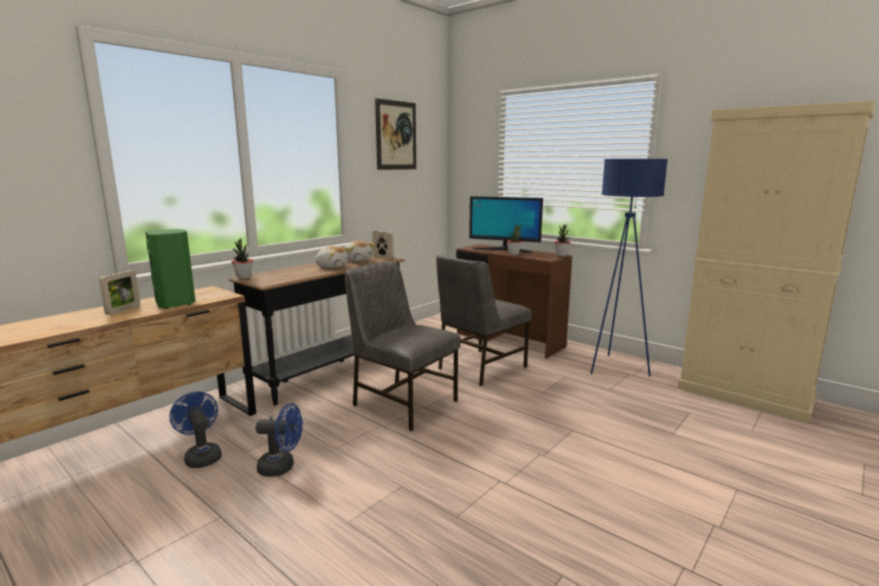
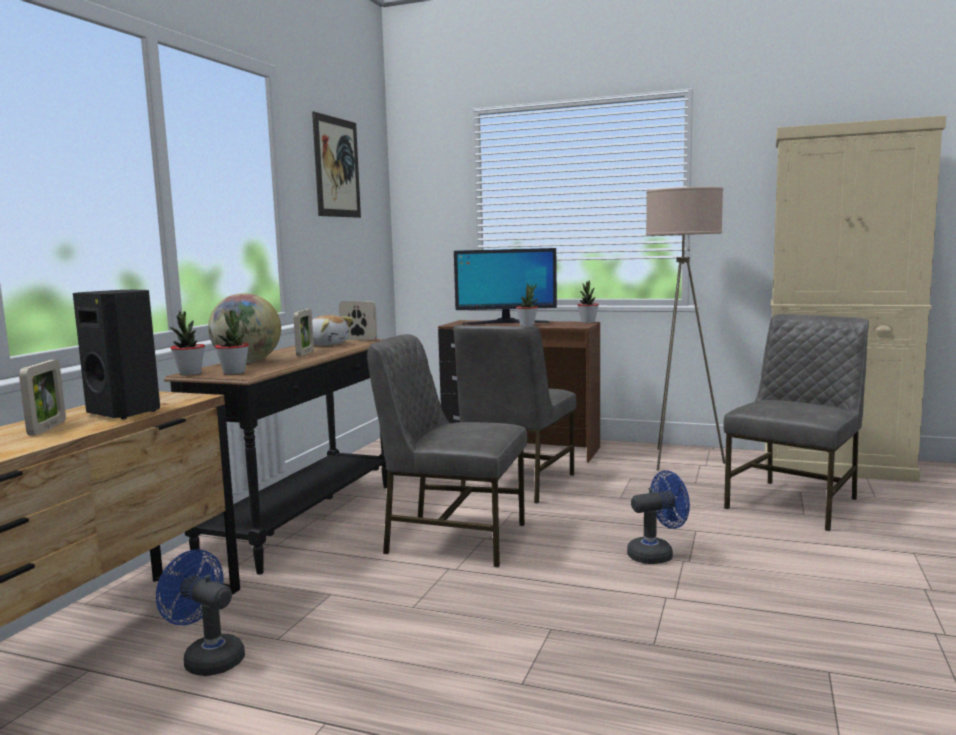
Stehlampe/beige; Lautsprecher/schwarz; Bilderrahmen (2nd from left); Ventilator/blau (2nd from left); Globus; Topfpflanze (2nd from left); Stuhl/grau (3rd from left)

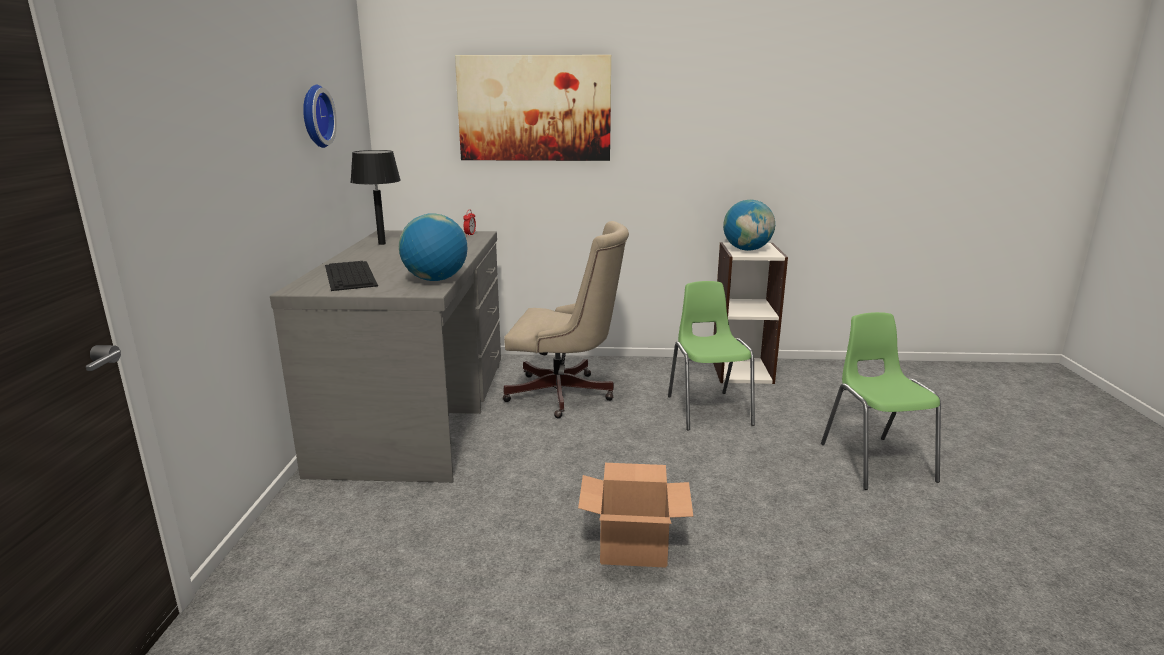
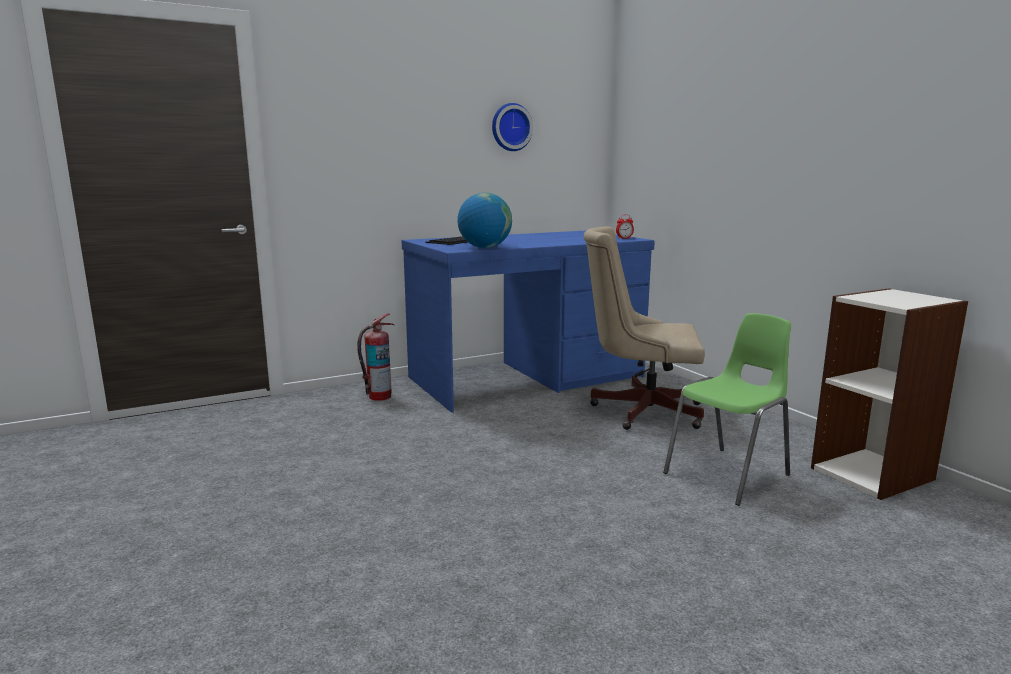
Bild; Tischlampe/schwarz; Globus (2nd from left in the first image); Bürostuhl/beige; Schreibtisch/blau; Stuhl/grün (2nd from left in the first image); Karton; Feuerlöscher

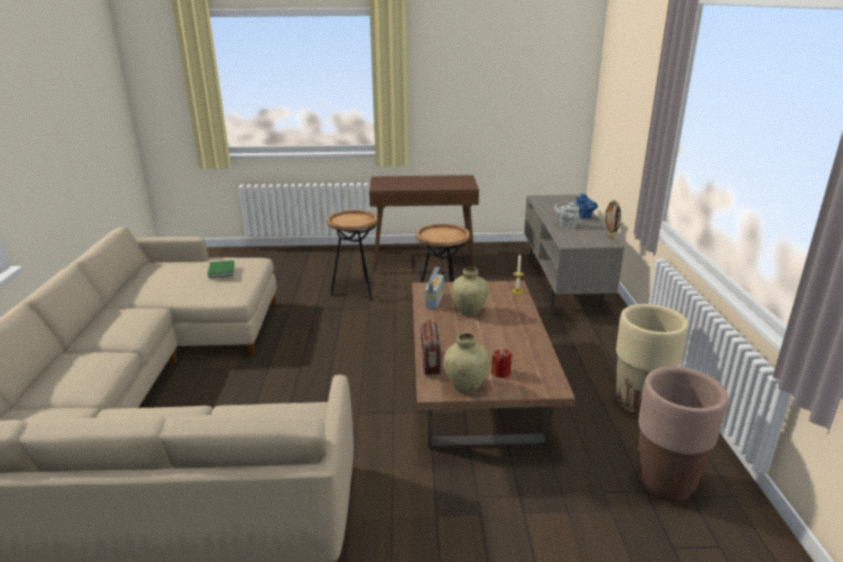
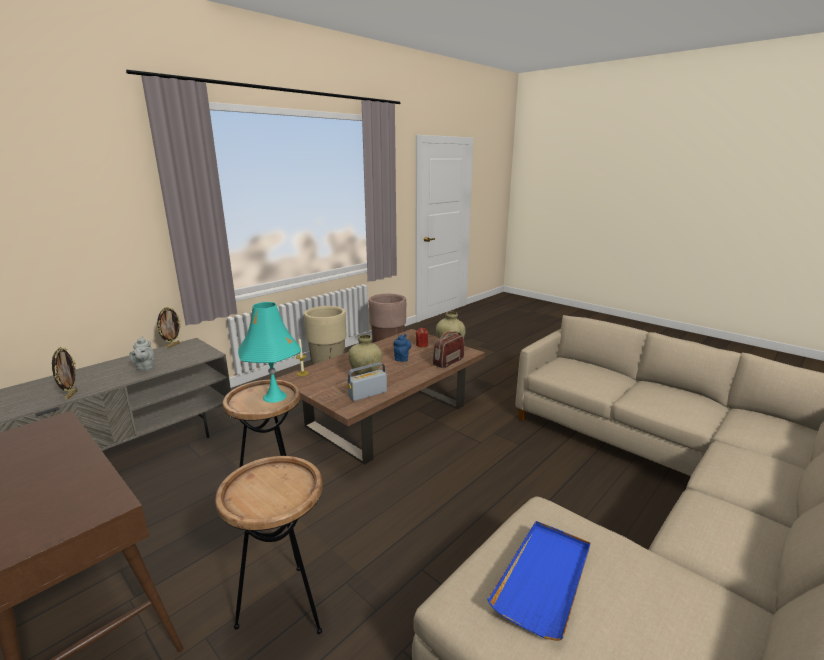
Teekanne/blau; Tablett/blau; Tischlampe/türkis; Bilderrahmen (1st from left)

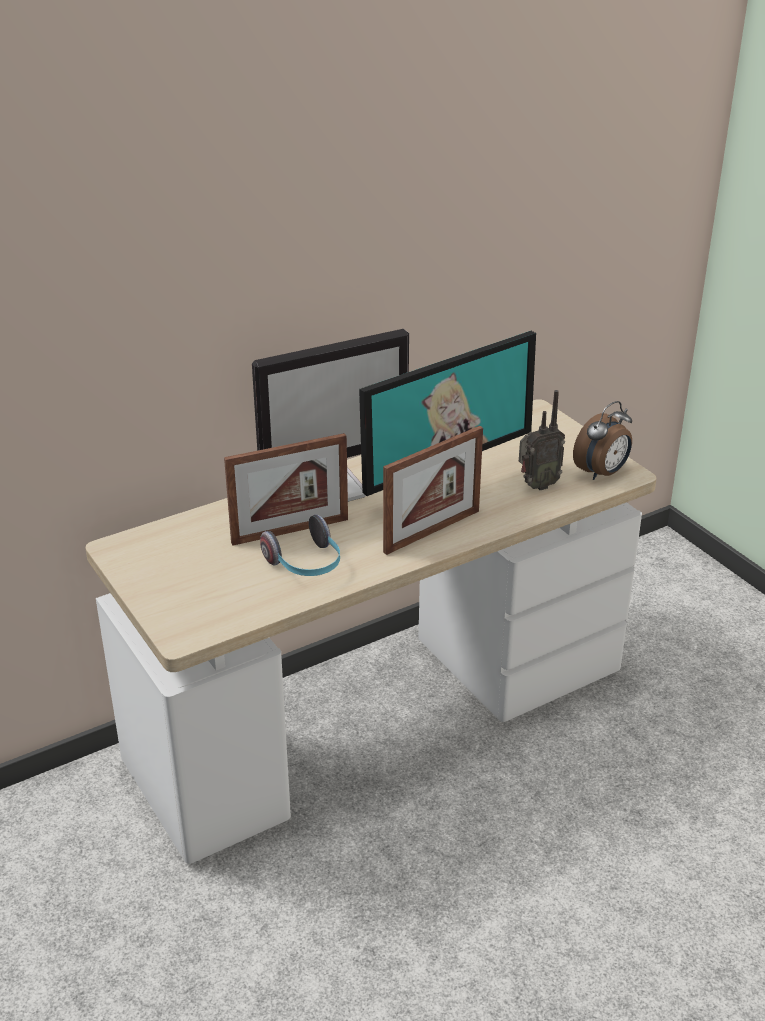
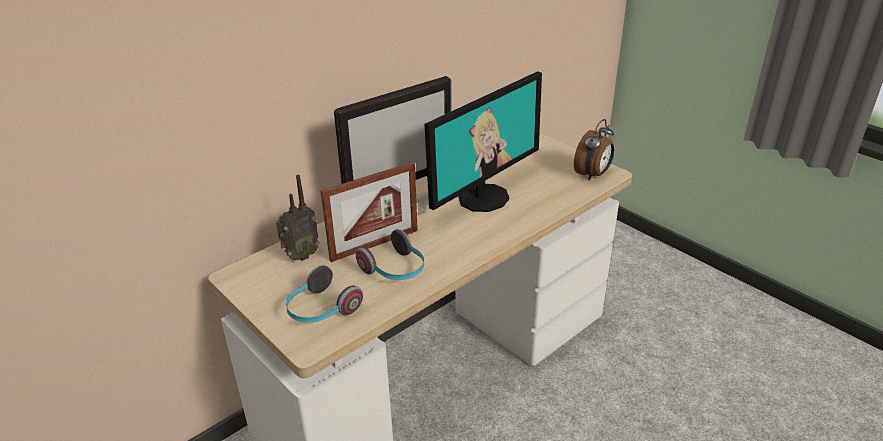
Radio; Bilderrahmen (2nd from left in the first image); Kopfhörer (1st from left)

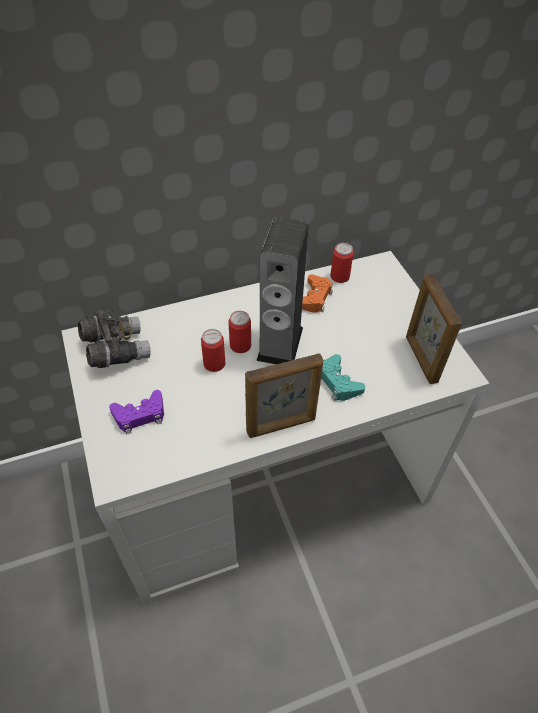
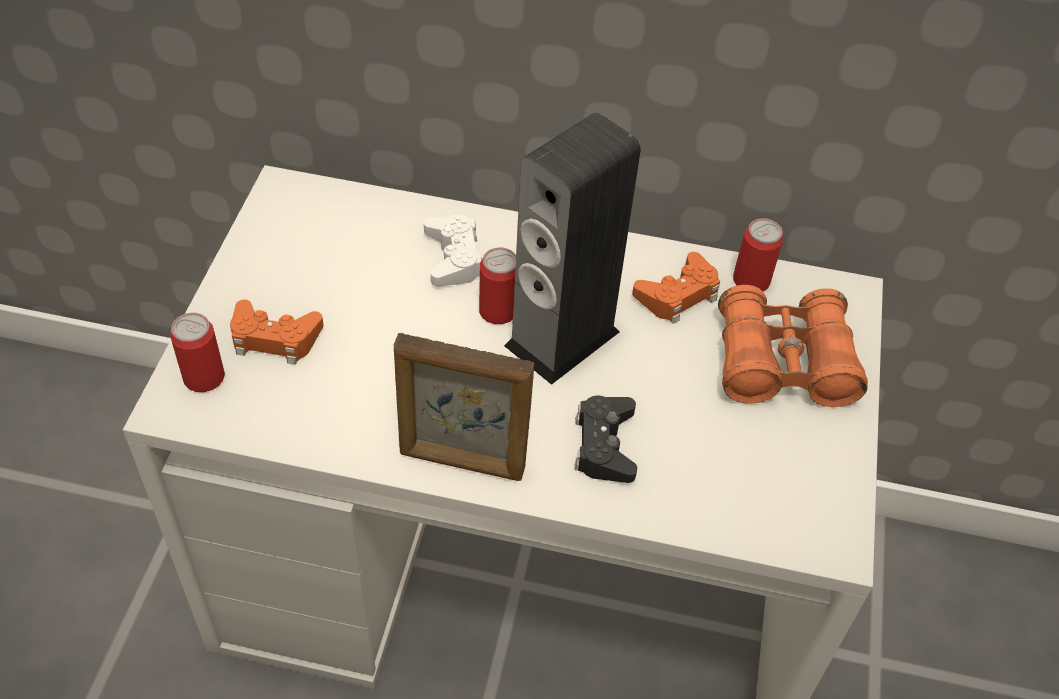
Bilderrahmen (2nd from left in the first image); Fernglas/grau; Dose (1st from left); Gamepad/schwarz; Gamepad/orange (1st from left); Gamepad/weiß; Fernglas/orange

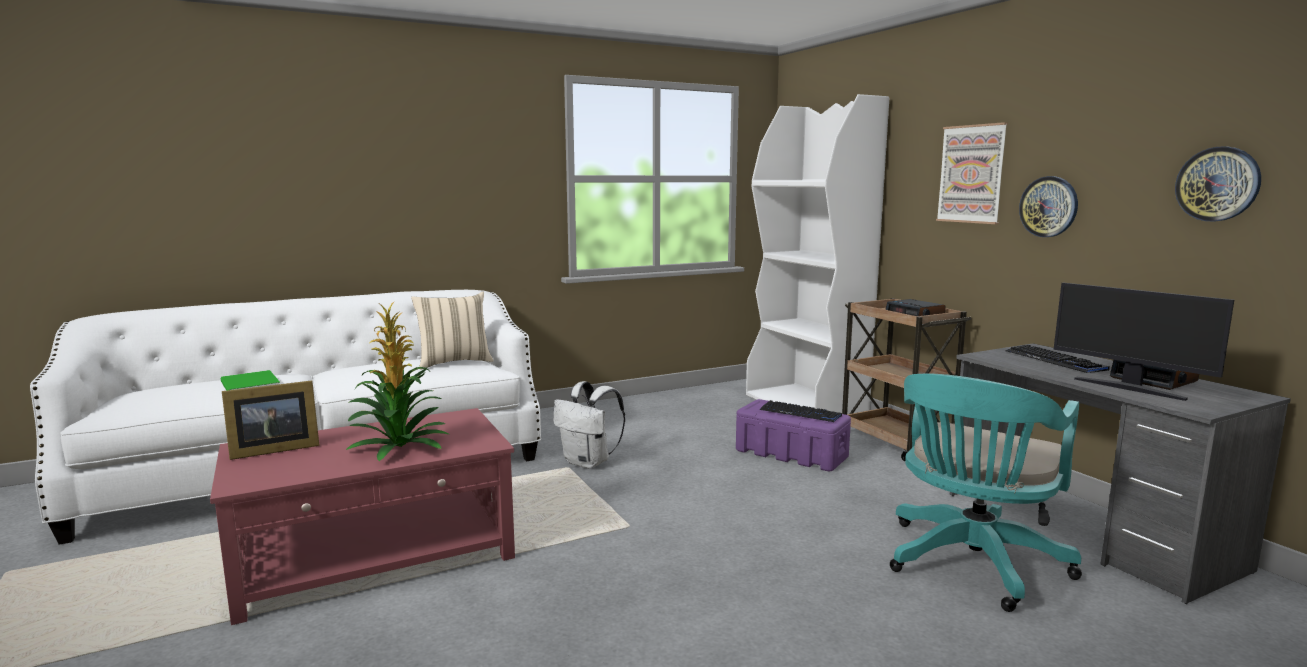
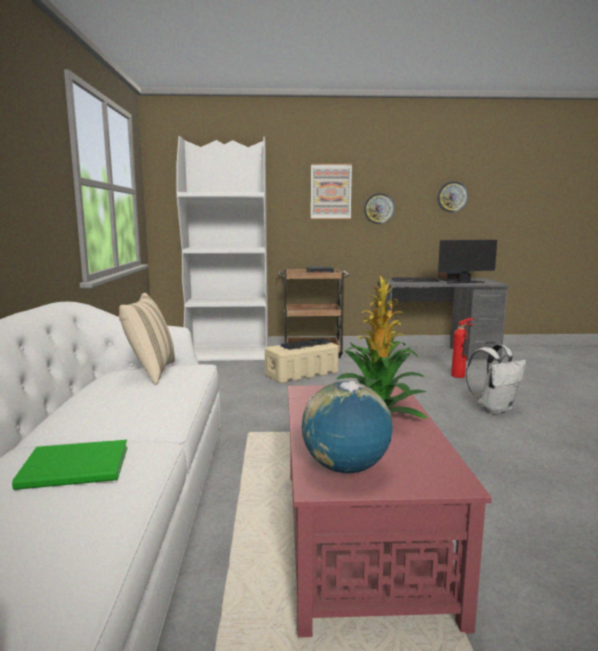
Feuerlöscher; Globus; Rucksack/weiß; Aufbewahrungsbox/beige

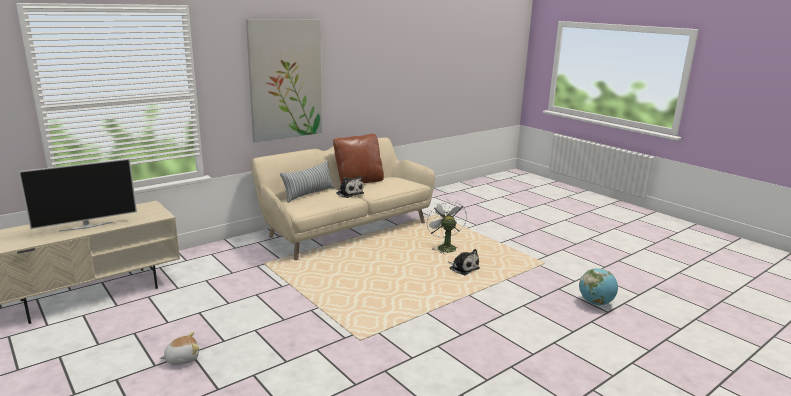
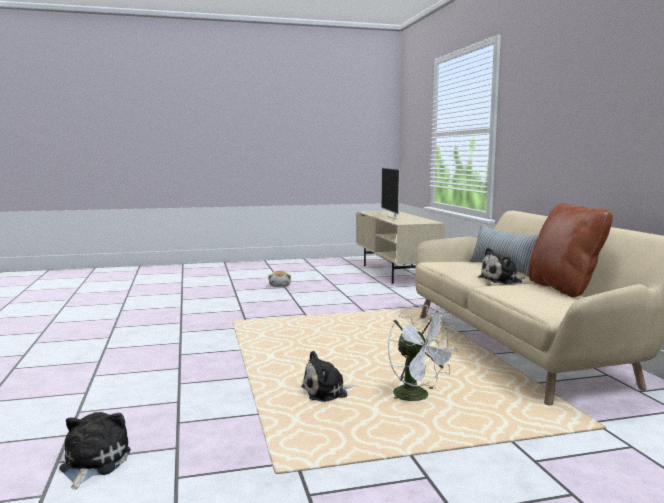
Bild; Ventilator/weiß; Plüschtier (1st from left)

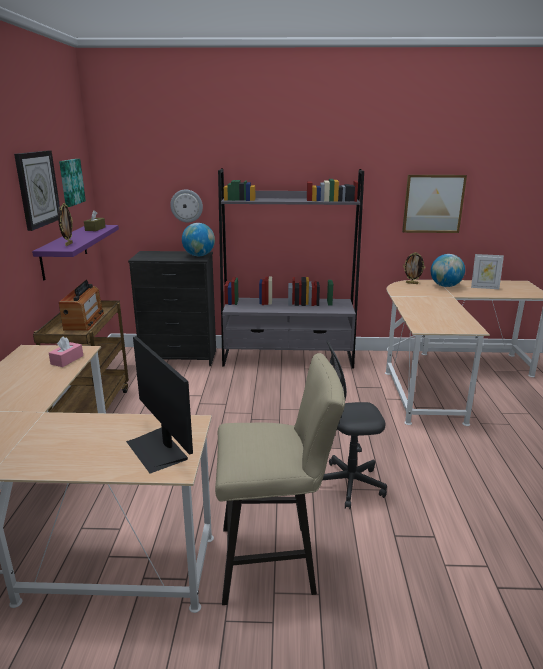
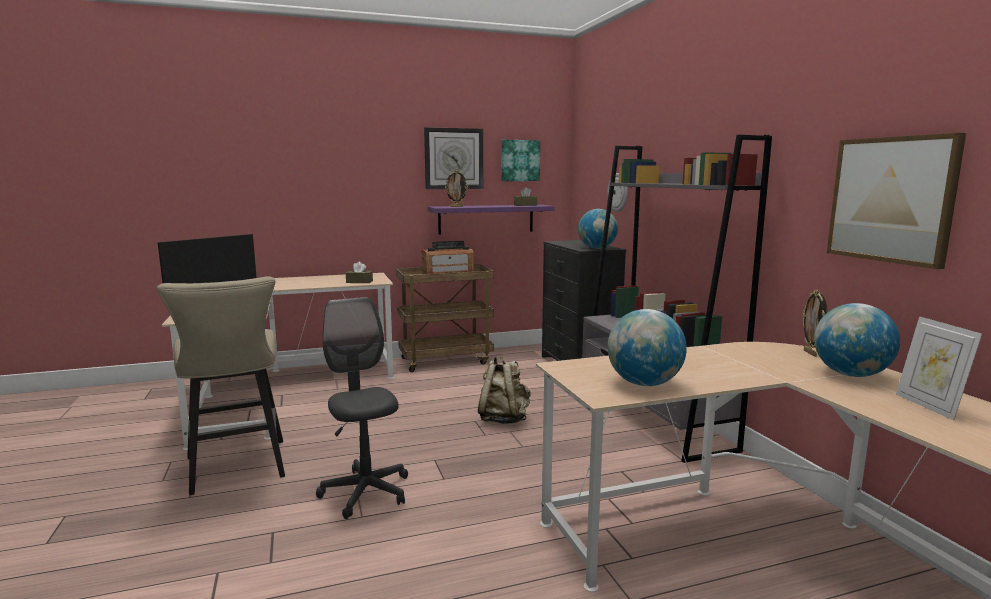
Taschentuchbox/braun (1st from left); Globus (2nd from left); Rucksack/beige

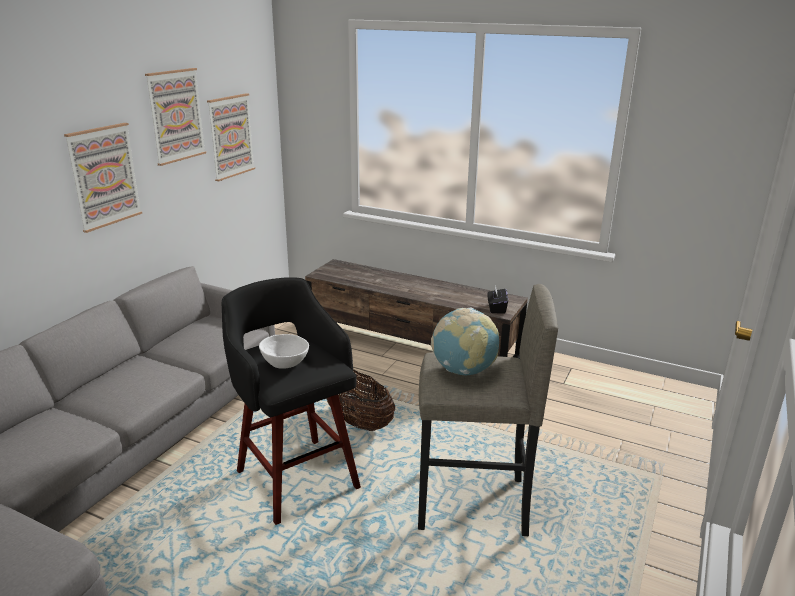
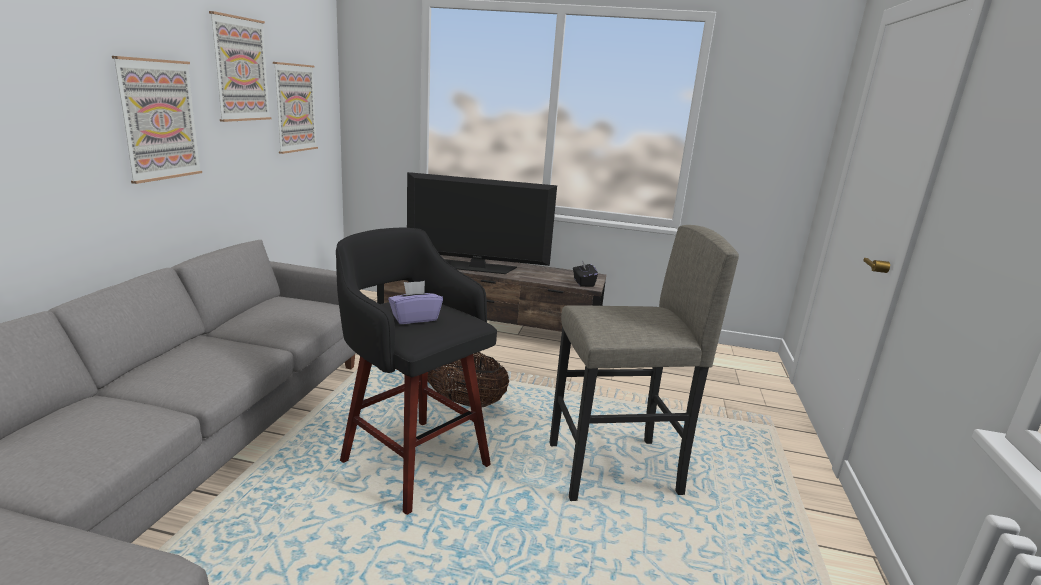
Globus; Taschentuchbox/lila; Fernseher

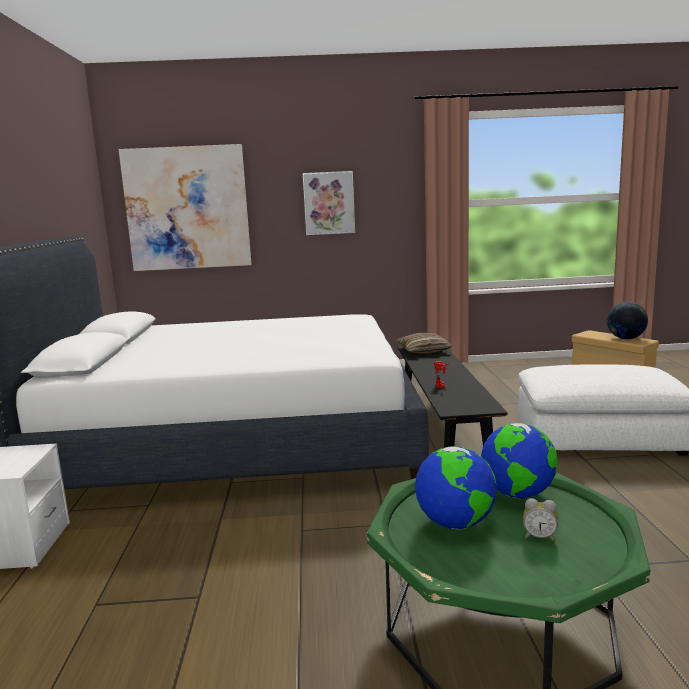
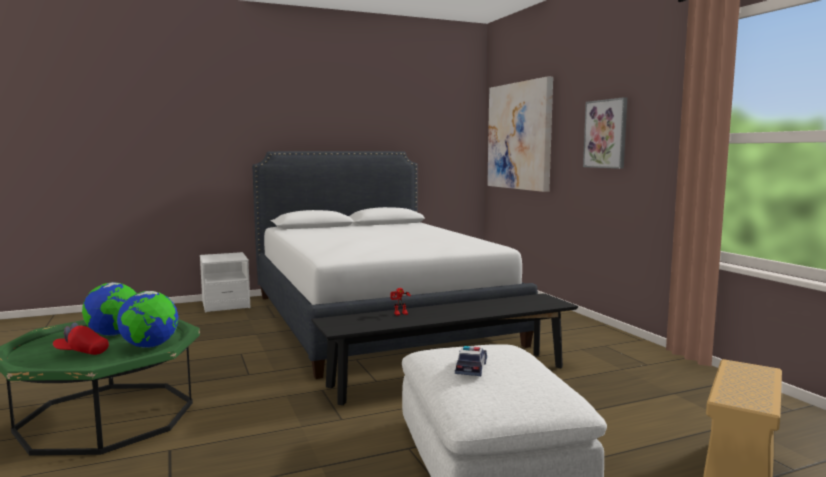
Globus (3rd from left in the first image); Kissen; Kappe/rot; Spielzeugauto

